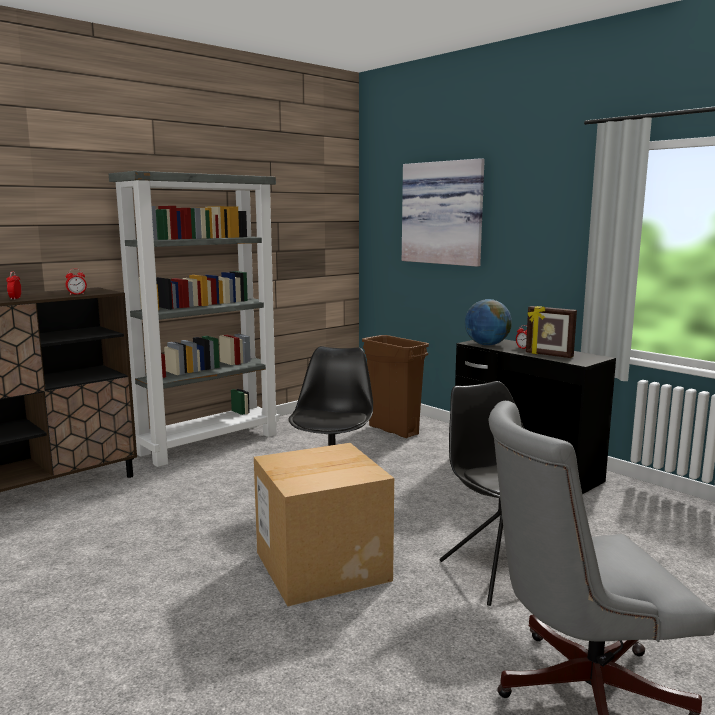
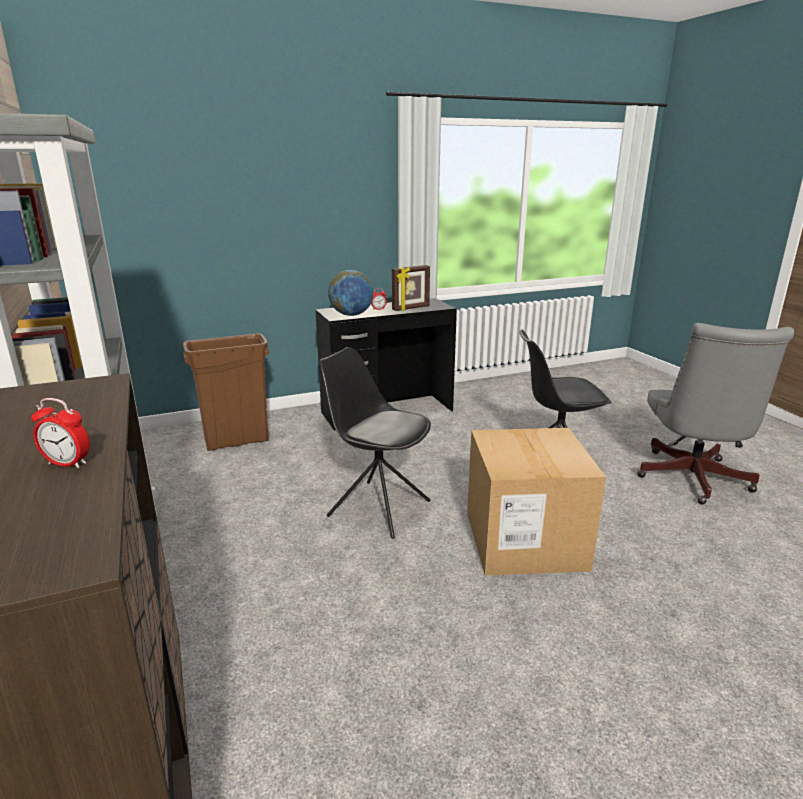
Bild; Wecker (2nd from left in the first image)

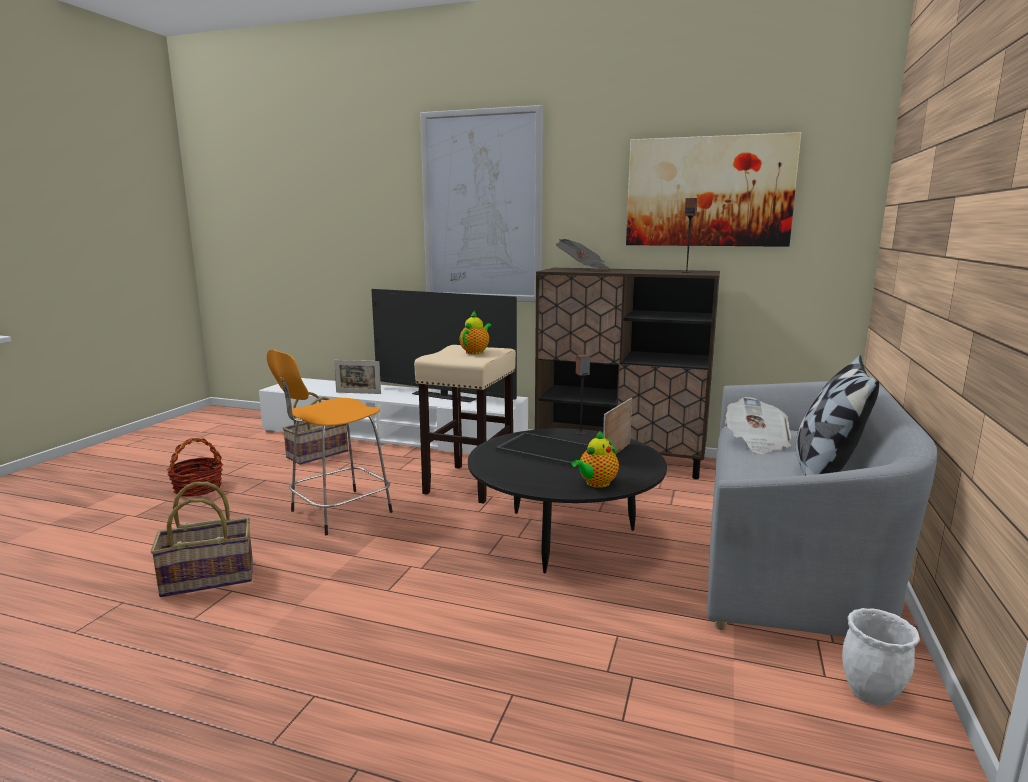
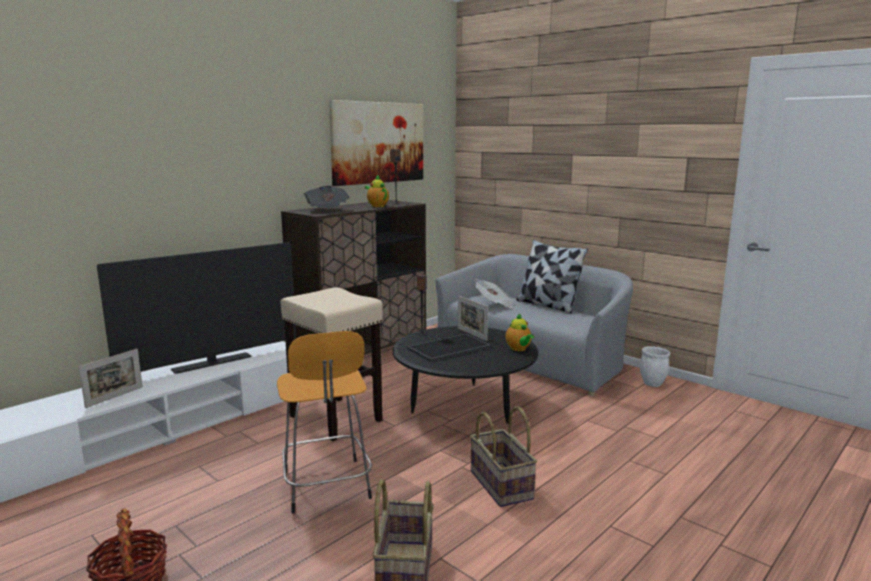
Bild (1st from left in the first image); Teekanne (1st from left); Korb (3rd from left)

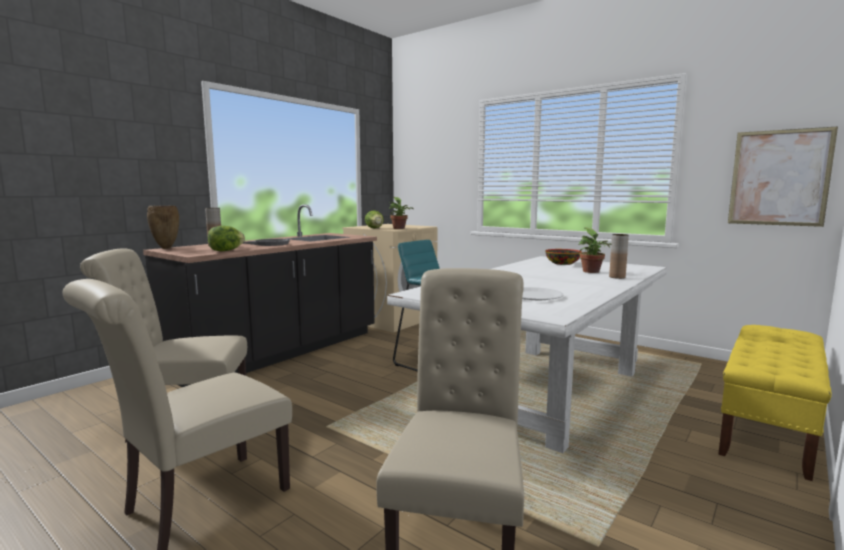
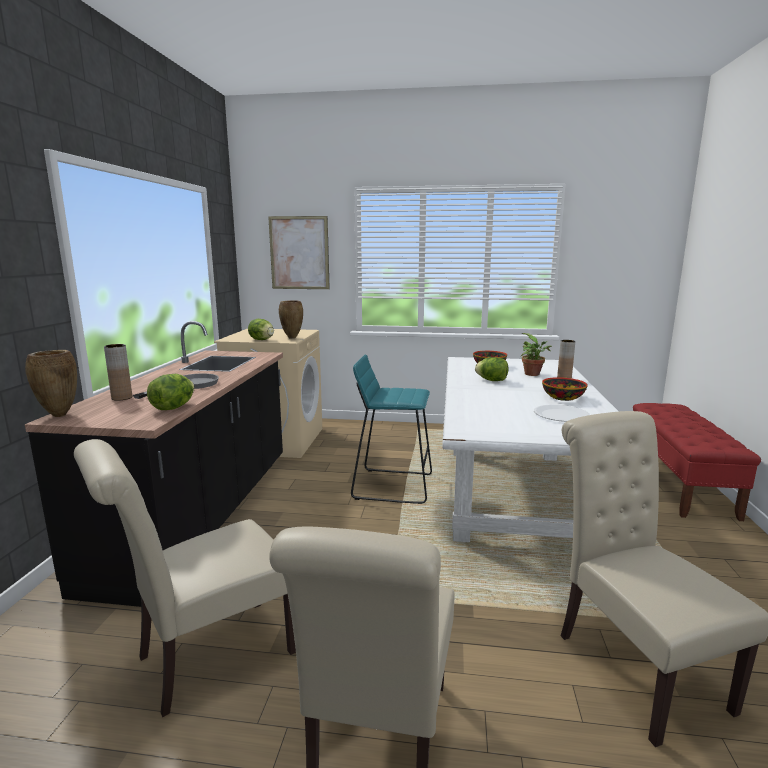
Bild; Vase/braun (3rd from left); Bank/rot; Salatkopf (3rd from left); Schüssel (2nd from left)

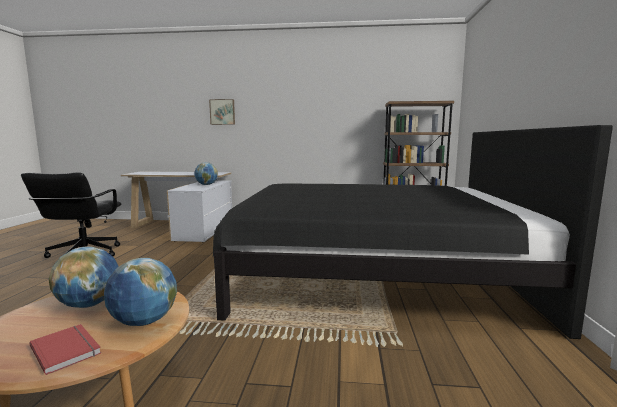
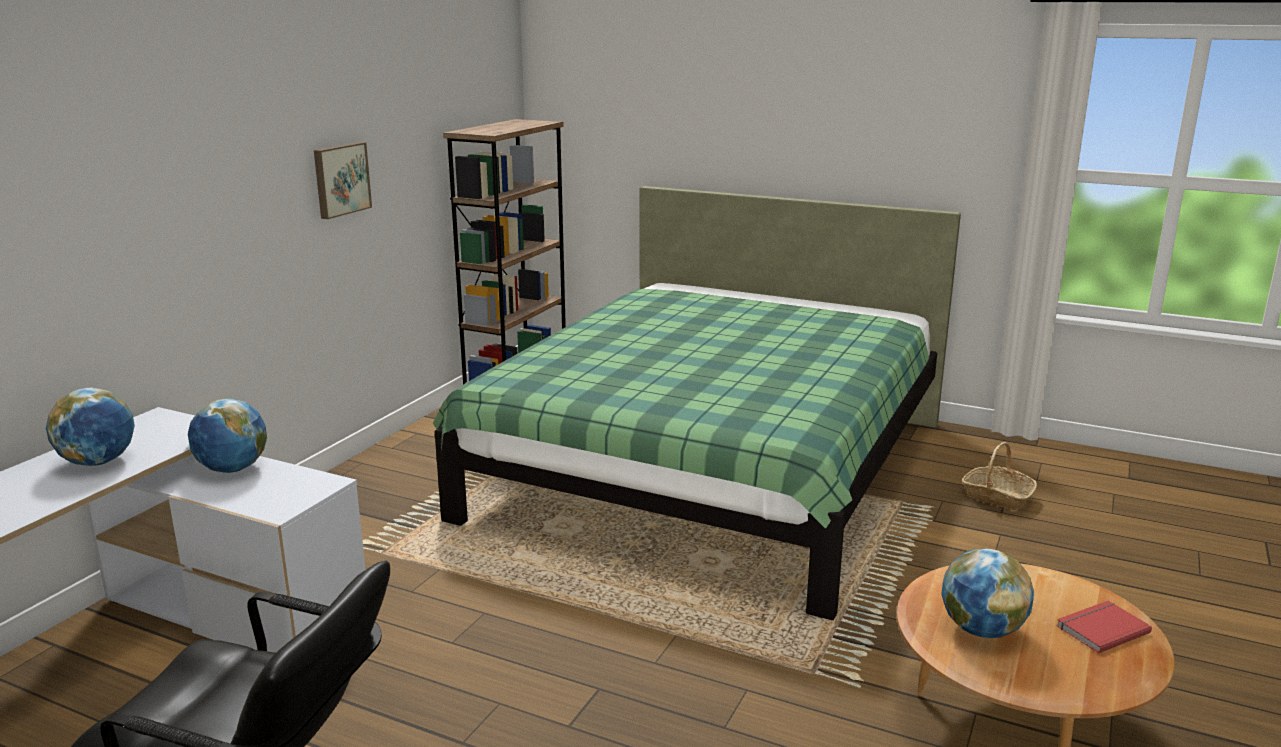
Bild; Bett/grün; Globus (1st from left); Korb

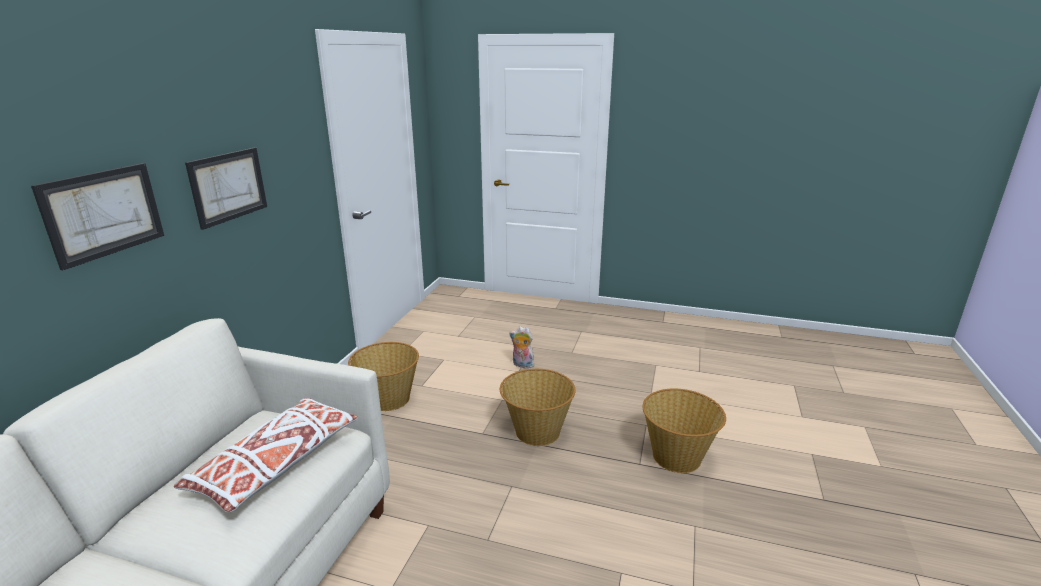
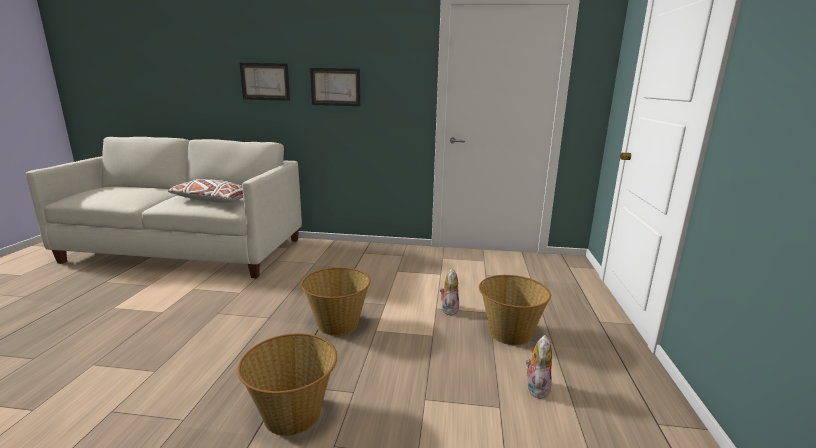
Korb (3rd from left); Plüschtier (2nd from left)

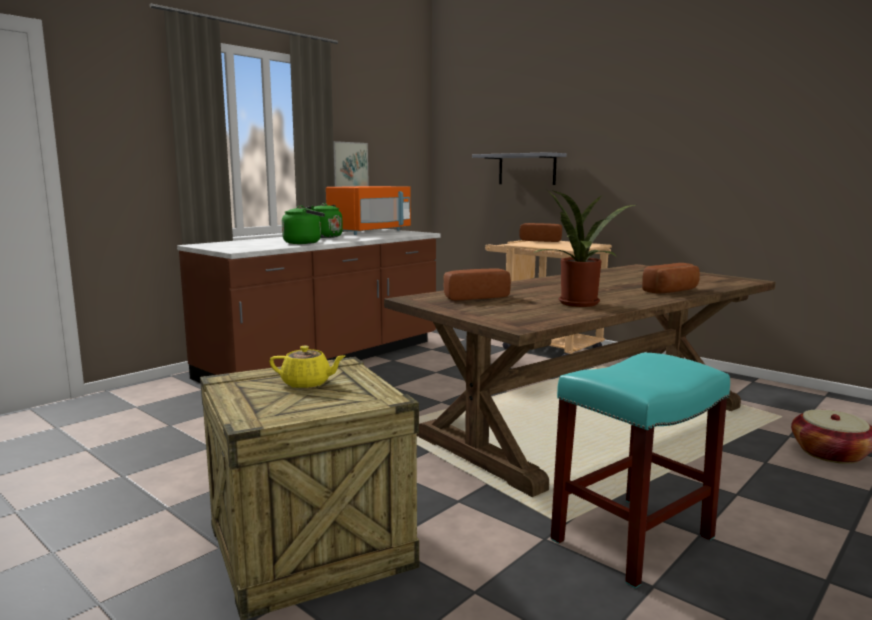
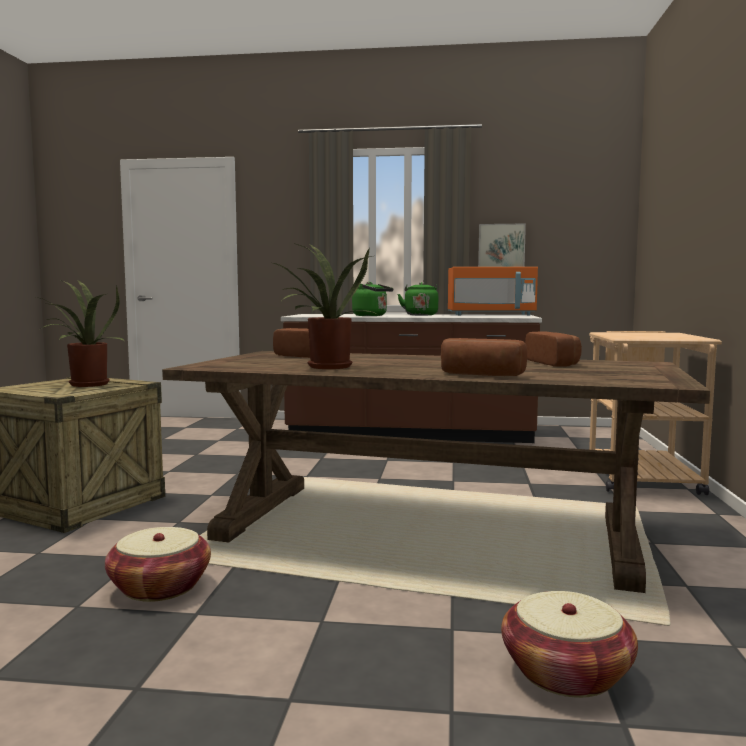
Wandregal/grau; Brot (3rd from left); Topfpflanze (1st from left); Korb (1st from left)

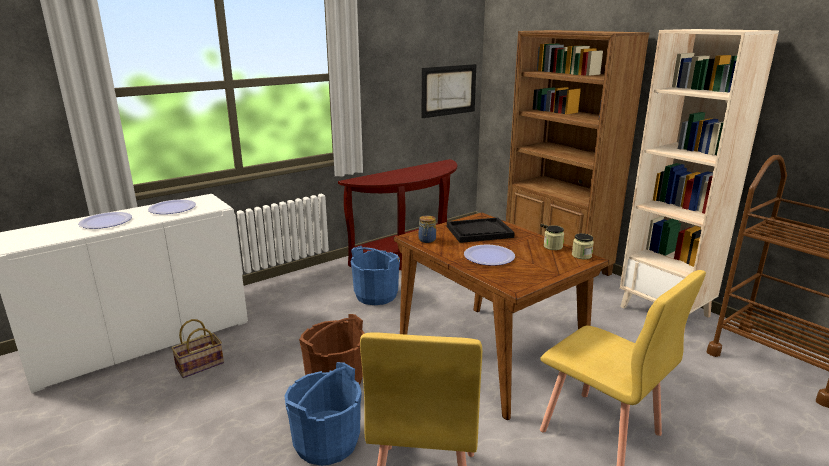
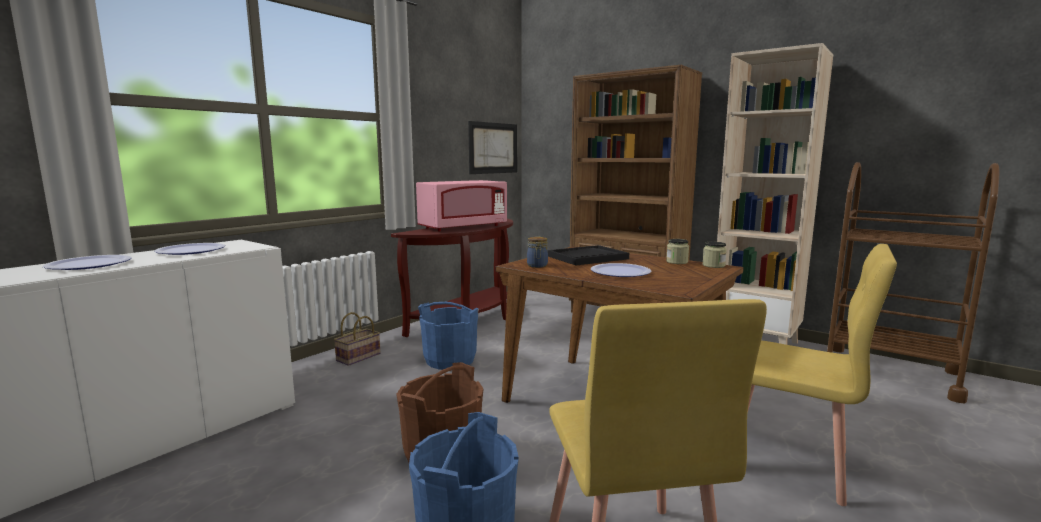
Korb; Mikrowelle/rosa

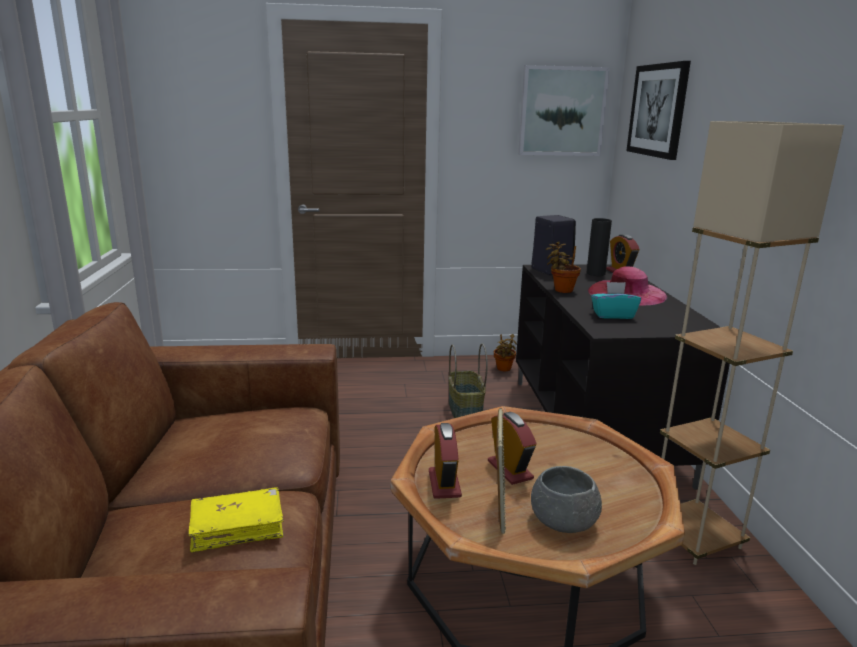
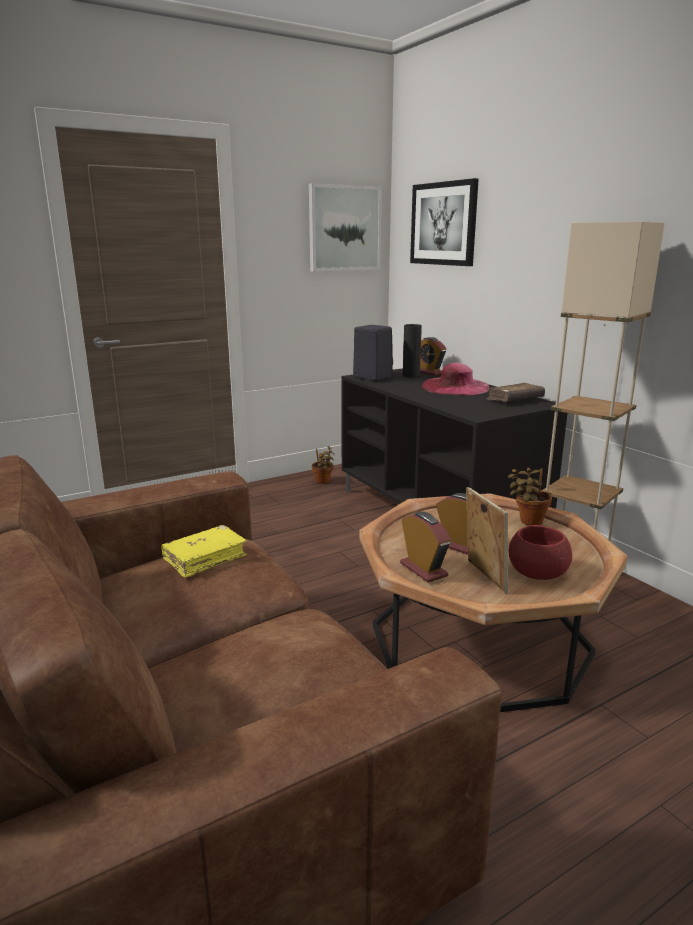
Topfpflanze (2nd from left); Taschentuchbox/türkis; Korb; Schüssel/rot; Buch/gelb; Buch/braun

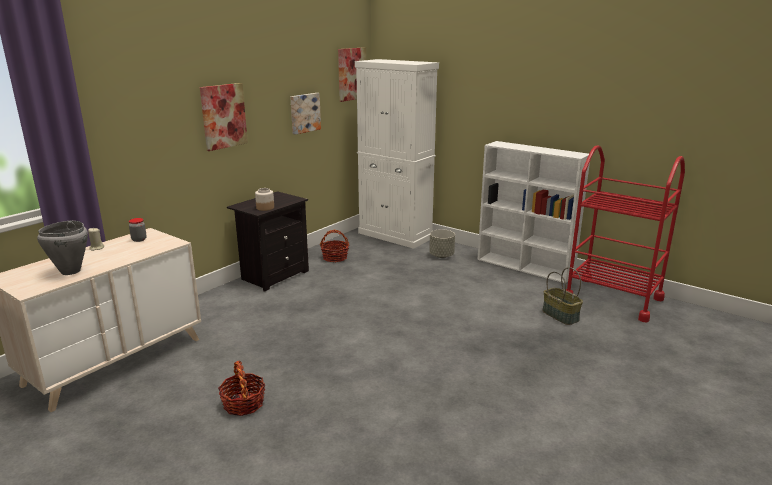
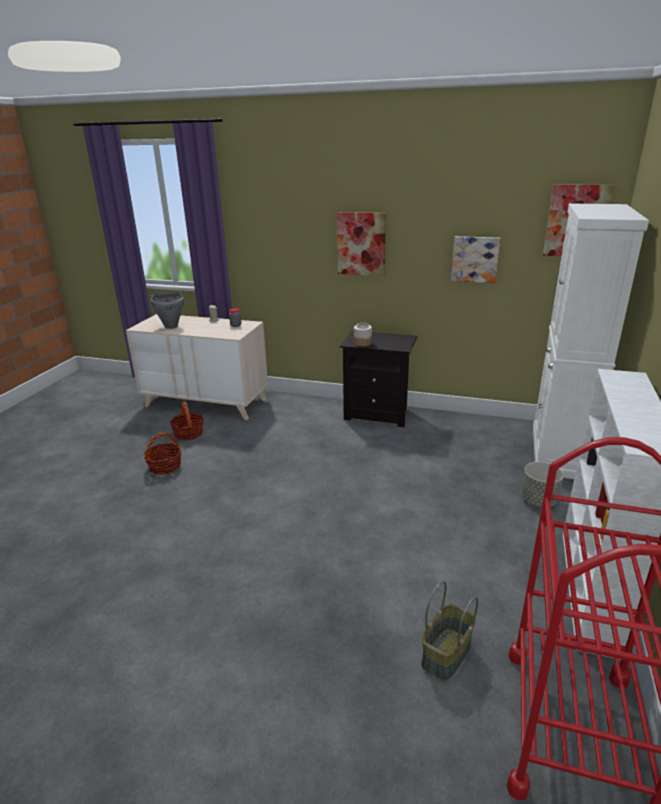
Korb (2nd from left)

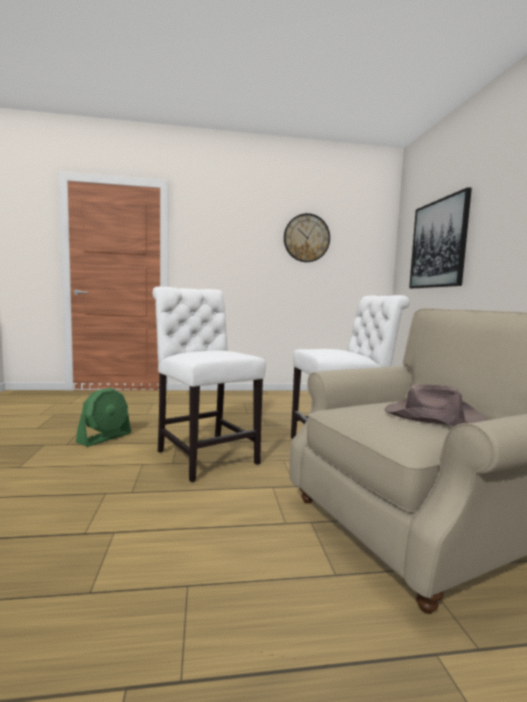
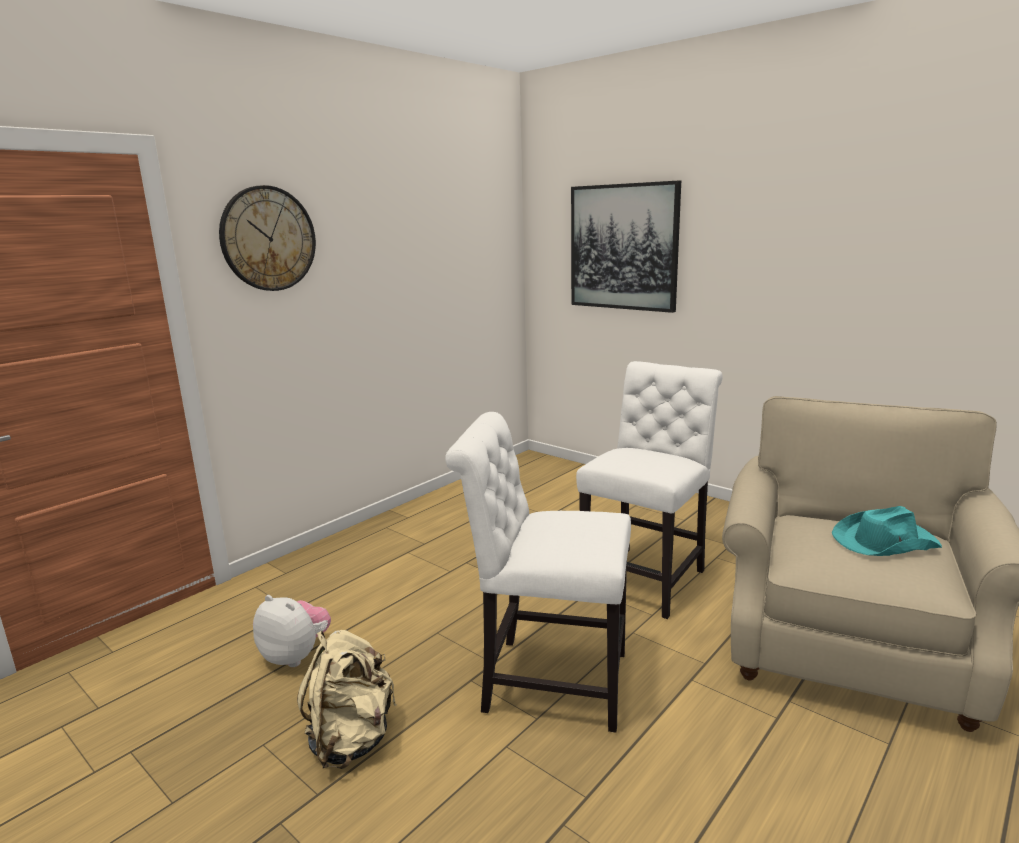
Wanduhr; Hut/türkis; Rucksack/beige; Plüschtier

